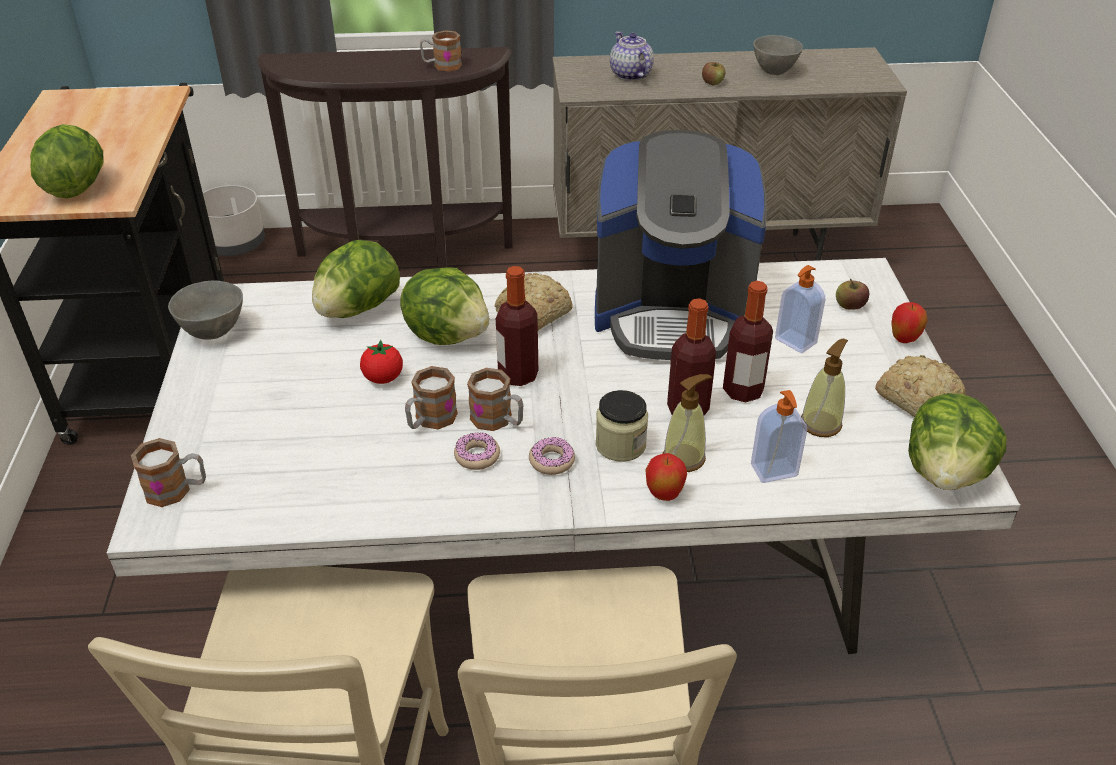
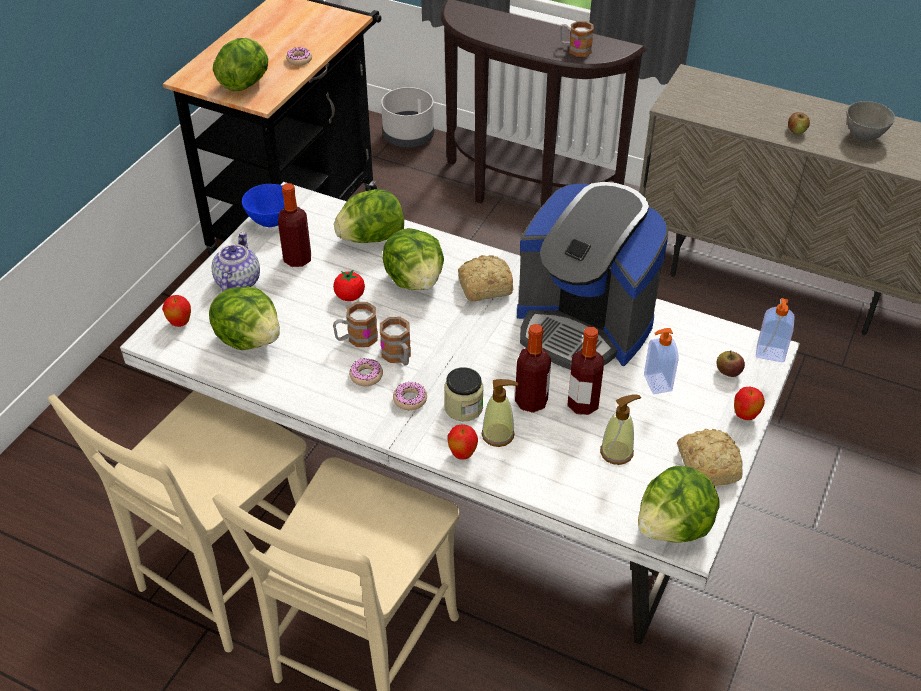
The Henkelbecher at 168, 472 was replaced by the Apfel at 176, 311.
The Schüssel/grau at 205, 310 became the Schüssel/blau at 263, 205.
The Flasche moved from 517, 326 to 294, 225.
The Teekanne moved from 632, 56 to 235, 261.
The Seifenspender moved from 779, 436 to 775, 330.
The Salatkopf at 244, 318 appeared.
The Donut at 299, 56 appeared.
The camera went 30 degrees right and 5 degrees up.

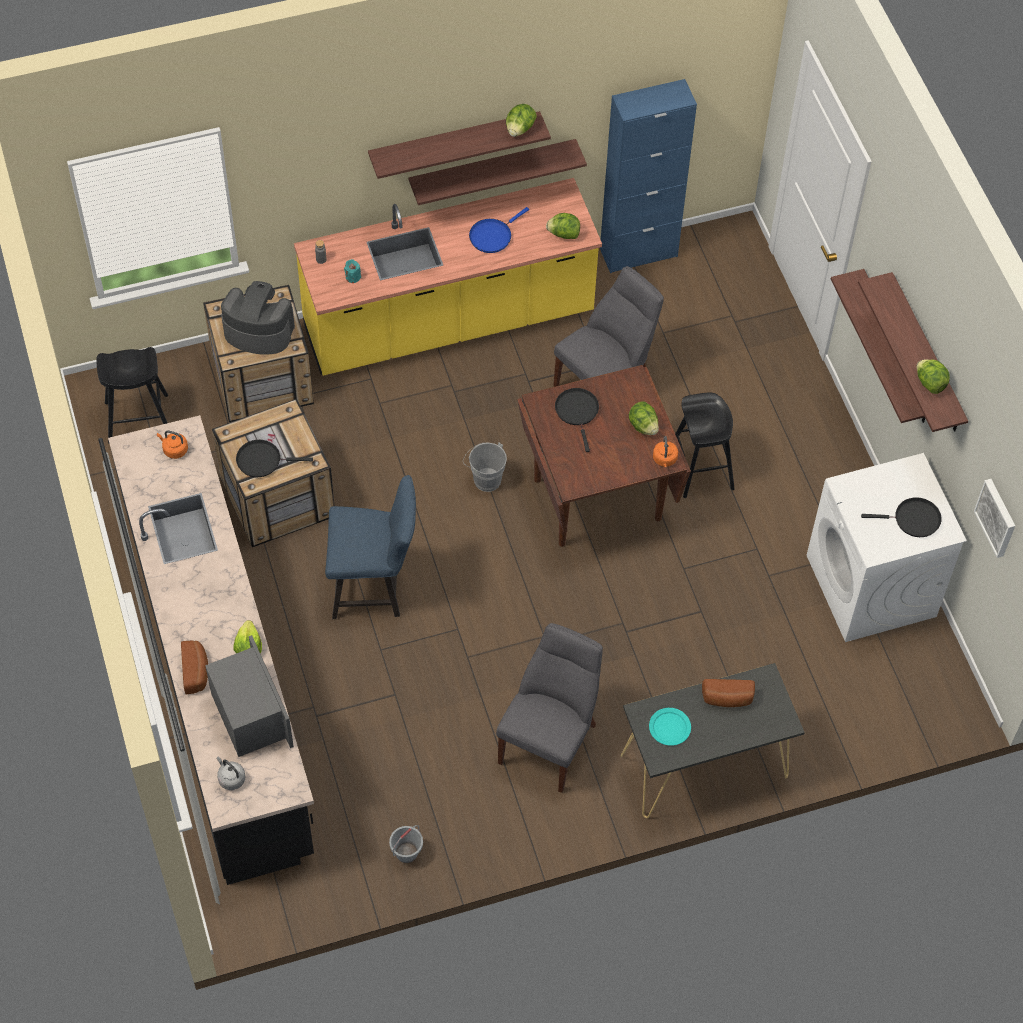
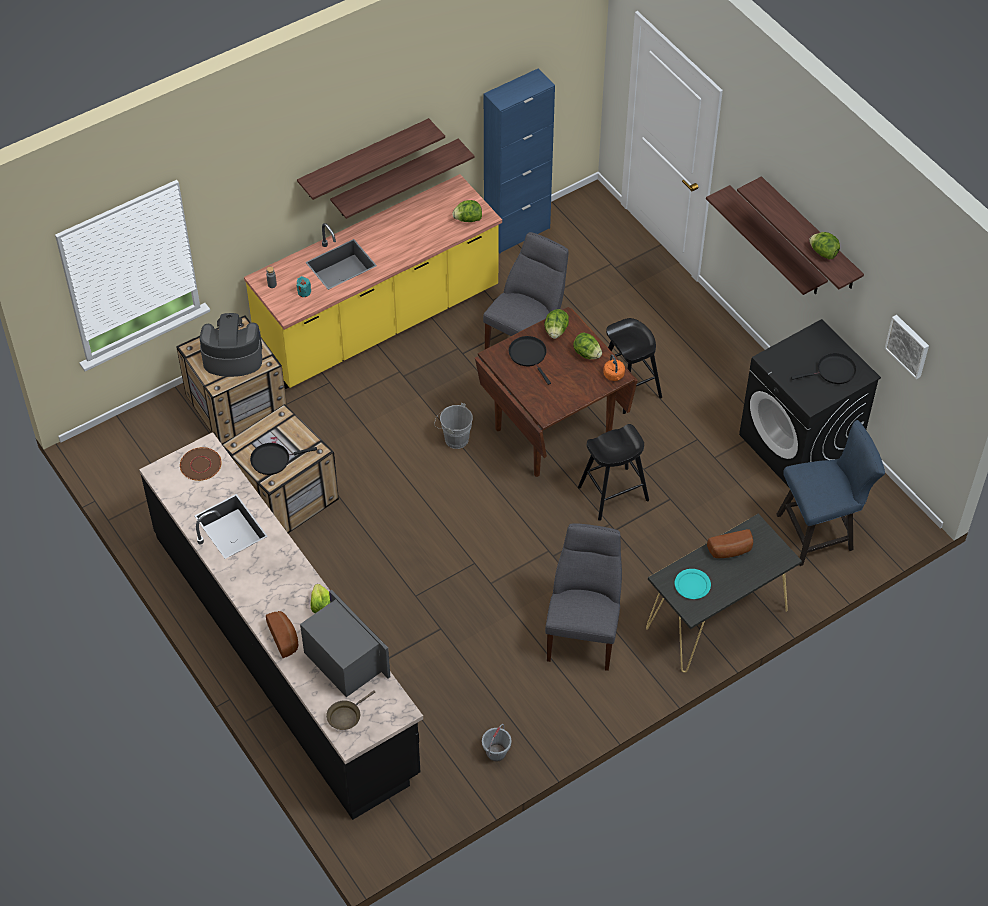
The Hocker/schwarz moved from 132, 395 to 613, 472.
The Wasserkessel/orange at 172, 444 was replaced by the Teller/braun at 201, 464.
The Wasserkessel/grau at 231, 773 was replaced by the Pfanne/braun at 350, 710.
The Stuhl/blau moved from 370, 547 to 830, 493.
The Pfanne/blau at 499, 230 disappeared.
The Salatkopf moved from 521, 120 to 556, 324.
The Waschmaschine/weiß at 886, 547 became the Waschmaschine/schwarz at 810, 403.
The camera went 15 degrees left and 5 degrees down.

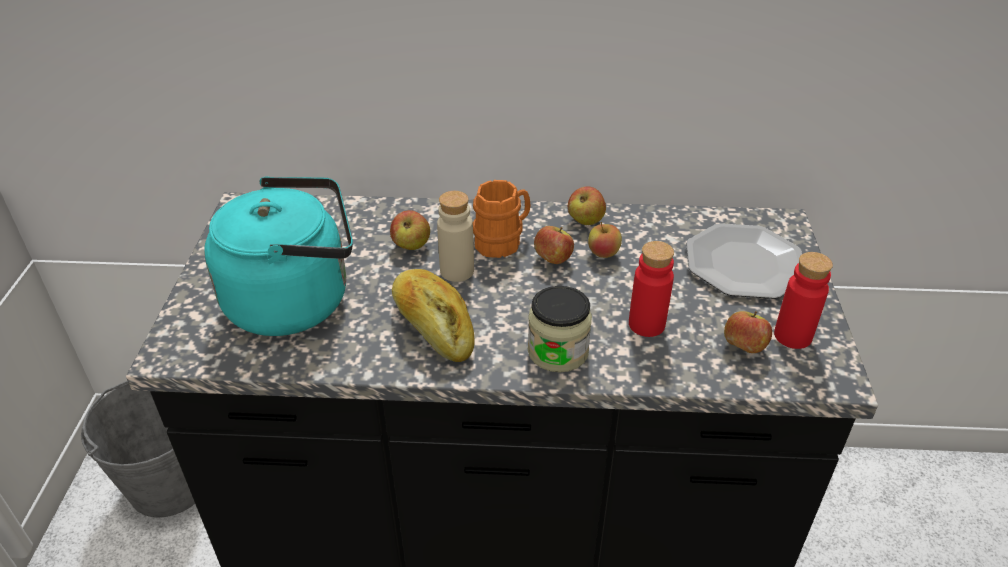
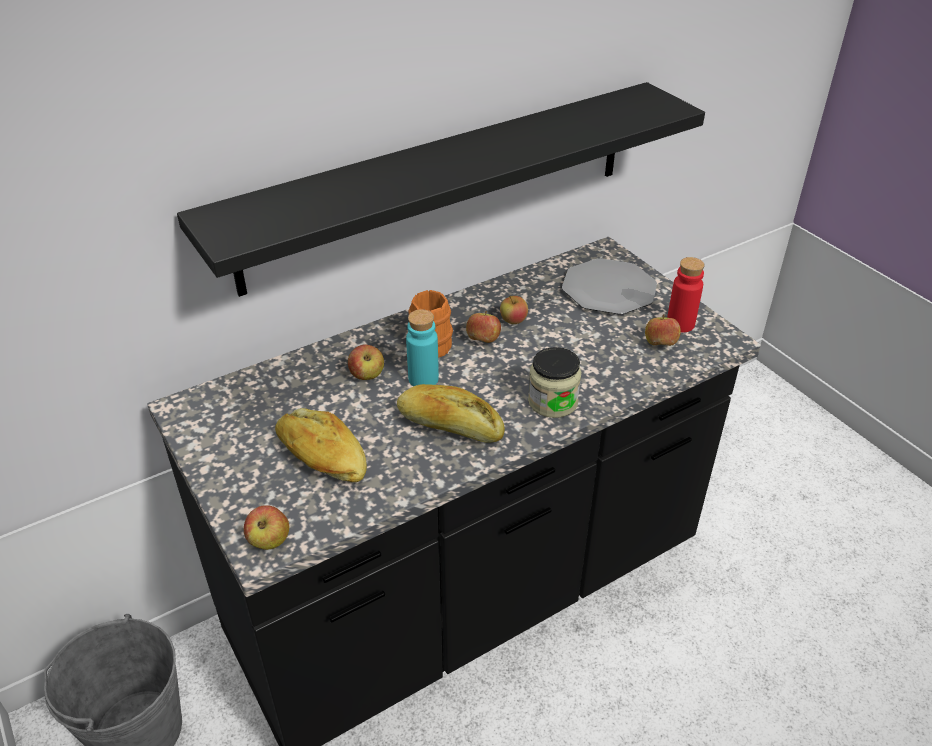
The Wasserkessel/türkis at 278, 256 was replaced by the Brot at 321, 445.
The Flasche/beige at 455, 236 became the Flasche/türkis at 422, 348.
The Apfel moved from 587, 205 to 266, 527.
The Flasche/rot at 651, 289 disappeared.
The Wandregal/schwarz at 441, 189 appeared.
The camera went 35 degrees left and 0 degrees up.

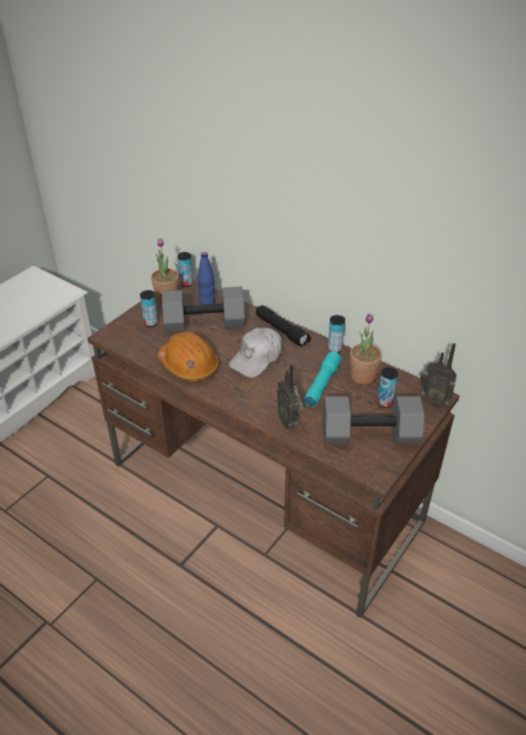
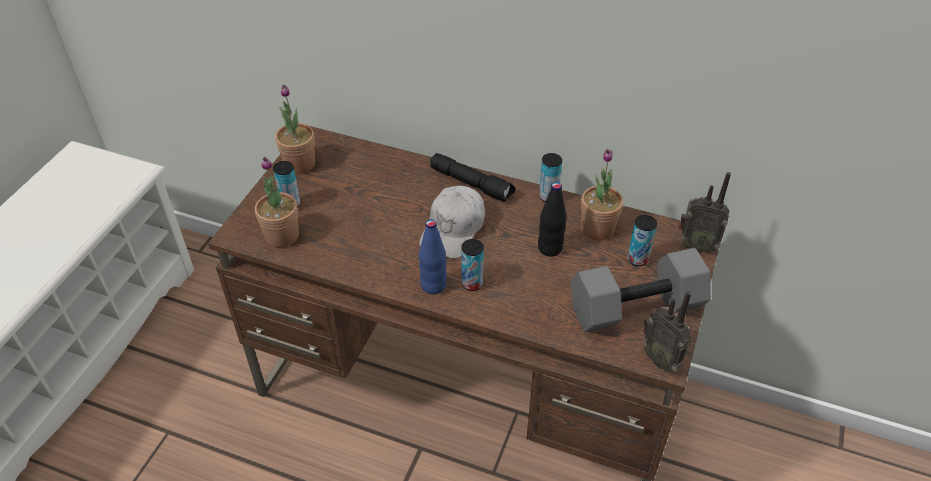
The Schutzhelm/orange at 188, 356 disappeared.
The Hantel/grau at 203, 309 disappeared.
The Dose moved from 185, 269 to 472, 265.
The Flasche/blau moved from 206, 278 to 433, 257.
The Radio moved from 290, 396 to 667, 331.
The Taschenlampe/türkis at 323, 379 was replaced by the Flasche/schwarz at 552, 219.
The Topfpflanze at 277, 202 appeared.
The camera went 15 degrees left and 5 degrees up.

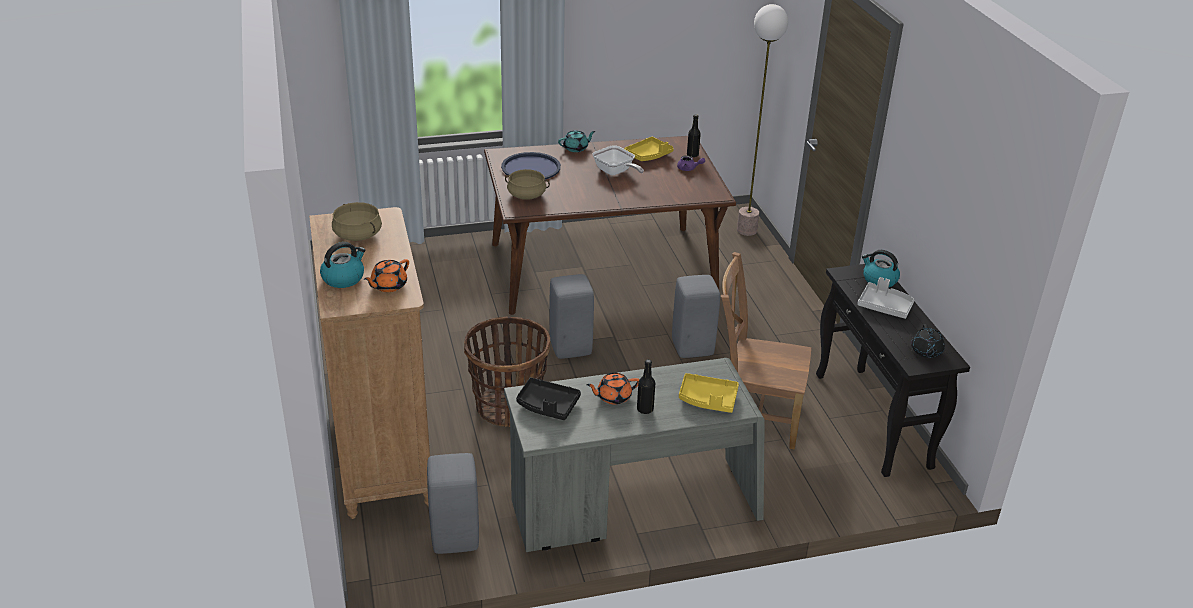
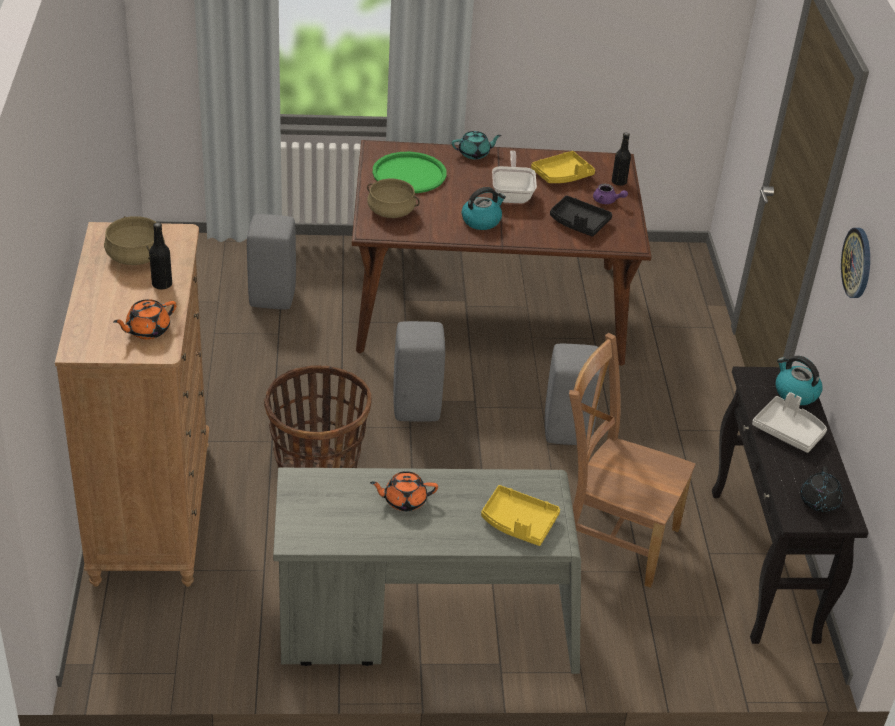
The Wasserkessel moved from 343, 265 to 483, 208.
The Hocker/grau moved from 453, 503 to 271, 261.
The Tablett/blau at 531, 166 became the Tablett/grün at 410, 172.
The Tablett/schwarz moved from 548, 398 to 581, 216.
The Pfanne at 618, 160 turned 150 degrees counterclockwise.
The Flasche/schwarz moved from 646, 386 to 160, 256.
The Stehlampe at 762, 120 disappeared.
The Wanduhr at 855, 263 appeared.
The camera went 10 degrees right and 5 degrees up.

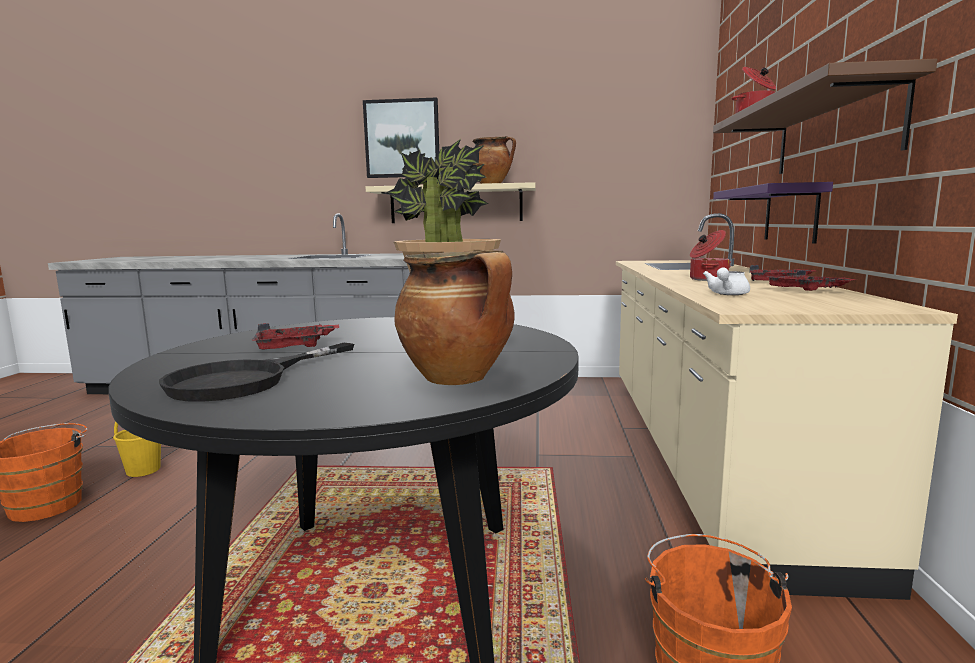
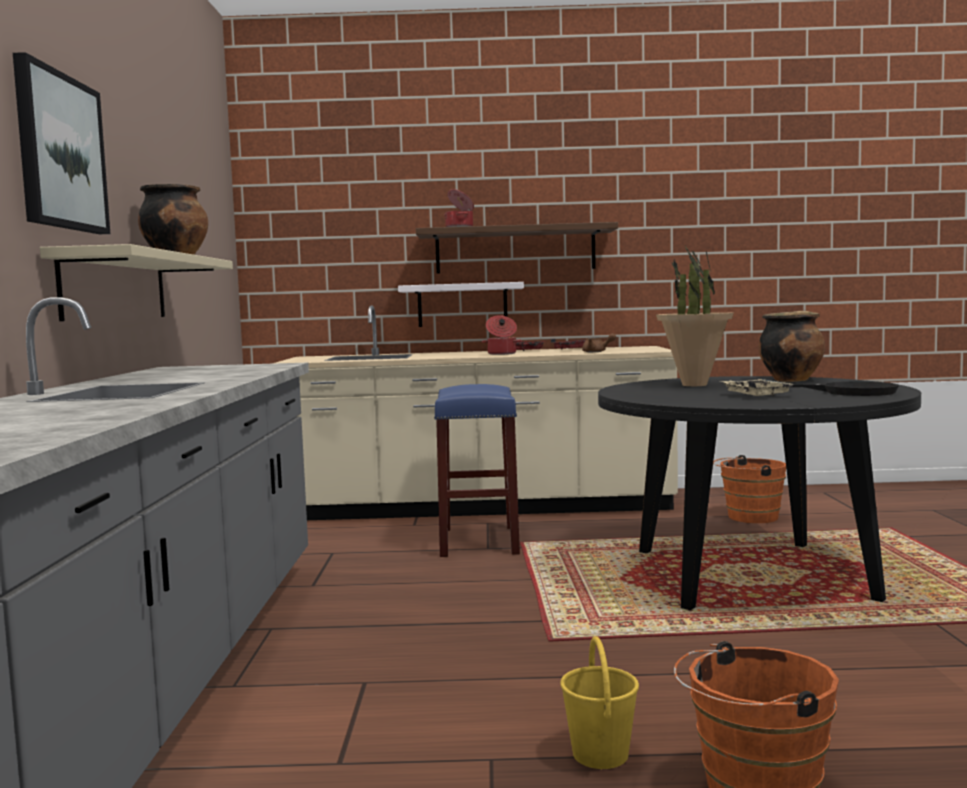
The Tablett/rot at 295, 336 became the Tablett/beige at 755, 387.
The Teekanne/weiß at 726, 281 became the Teekanne/braun at 599, 342.
The Wandregal/lila at 773, 213 became the Wandregal/weiß at 461, 304.
The Hocker/blau at 477, 470 appeared.
The camera went 95 degrees left and 5 degrees down.

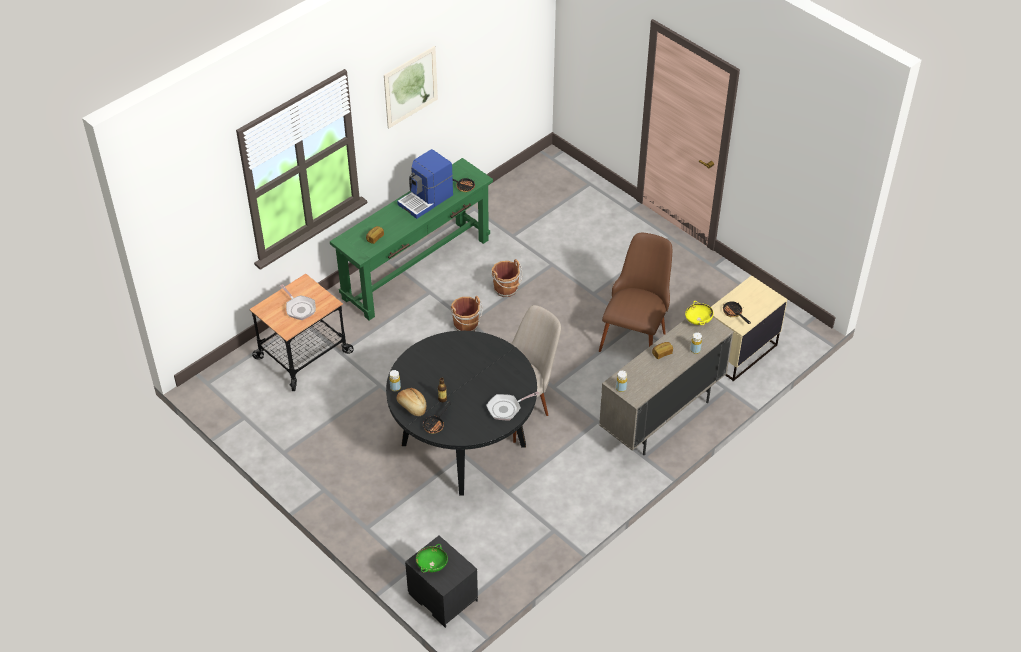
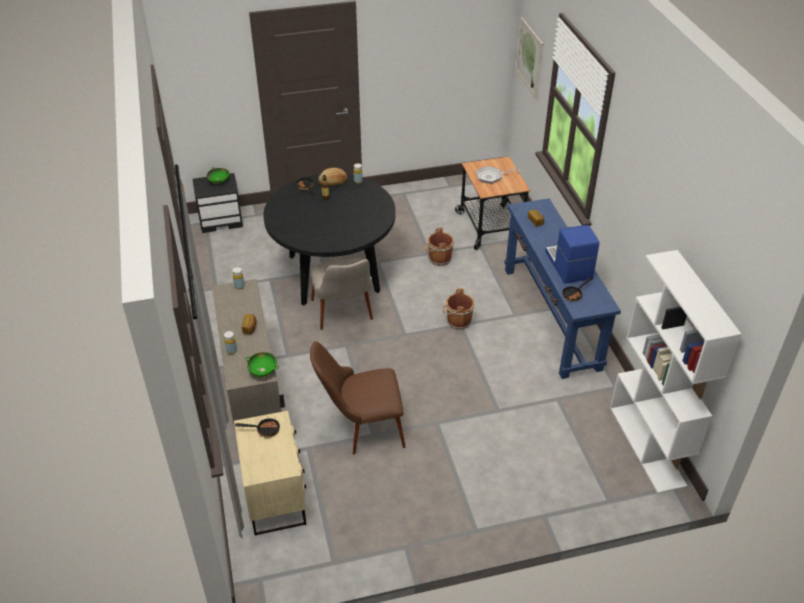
The Konsolentisch/grün at 411, 239 became the Konsolentisch/blau at 562, 288.
The Bild moved from 411, 87 to 529, 59.
The Pfanne at 512, 405 disappeared.
The Eimer/braun moved from 506, 278 to 439, 246.
The Stuhl/braun at 635, 292 turned 120 degrees clockwise.
The Schüssel/gelb at 699, 313 became the Schüssel/grün at 262, 364.
The Bücherregal/weiß at 676, 372 appeared.
The camera went 120 degrees right and 5 degrees down.

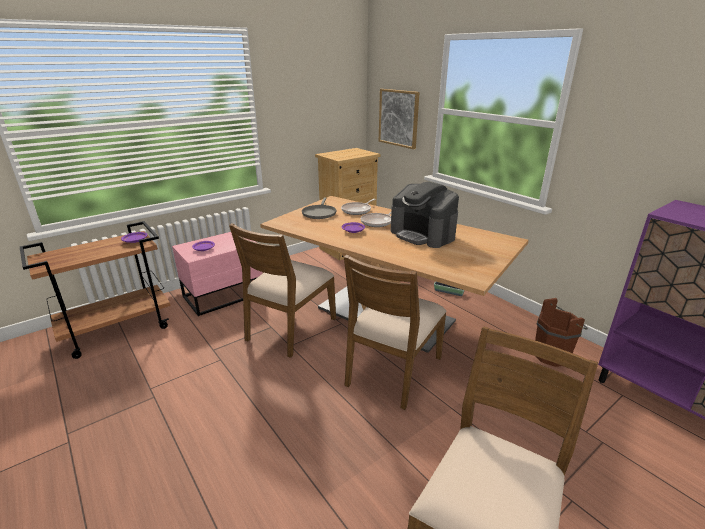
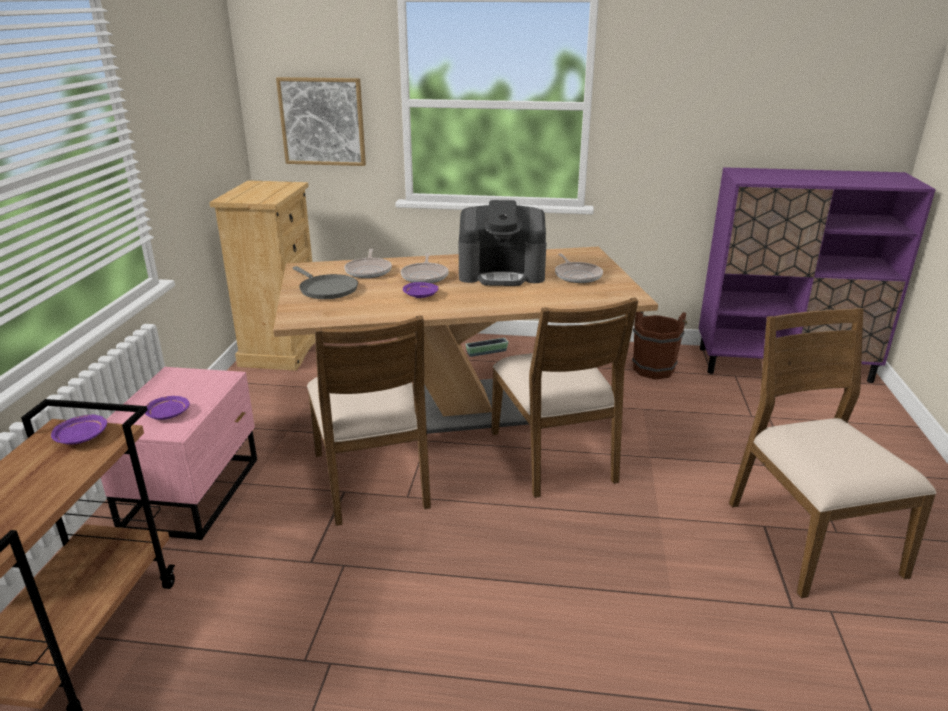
The Pfanne at 579, 268 appeared.
The camera went 45 degrees left and 0 degrees up.

